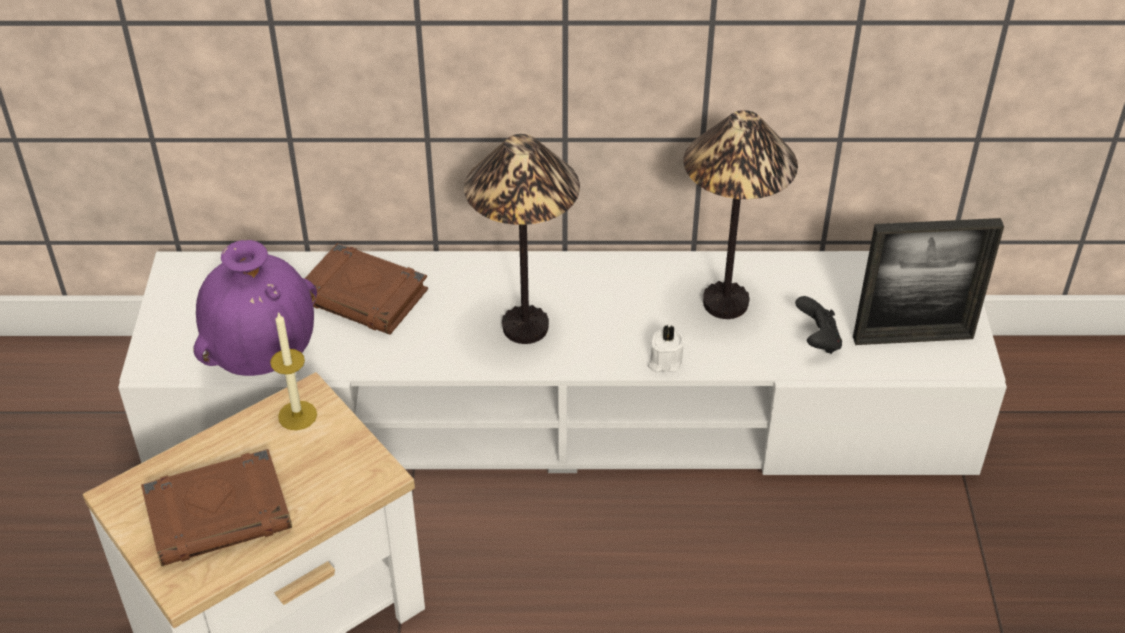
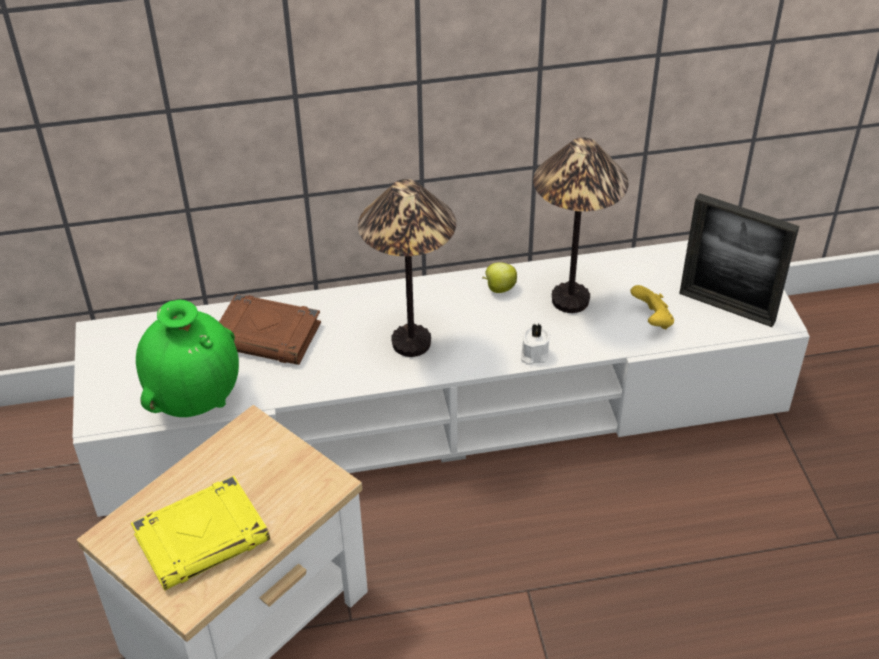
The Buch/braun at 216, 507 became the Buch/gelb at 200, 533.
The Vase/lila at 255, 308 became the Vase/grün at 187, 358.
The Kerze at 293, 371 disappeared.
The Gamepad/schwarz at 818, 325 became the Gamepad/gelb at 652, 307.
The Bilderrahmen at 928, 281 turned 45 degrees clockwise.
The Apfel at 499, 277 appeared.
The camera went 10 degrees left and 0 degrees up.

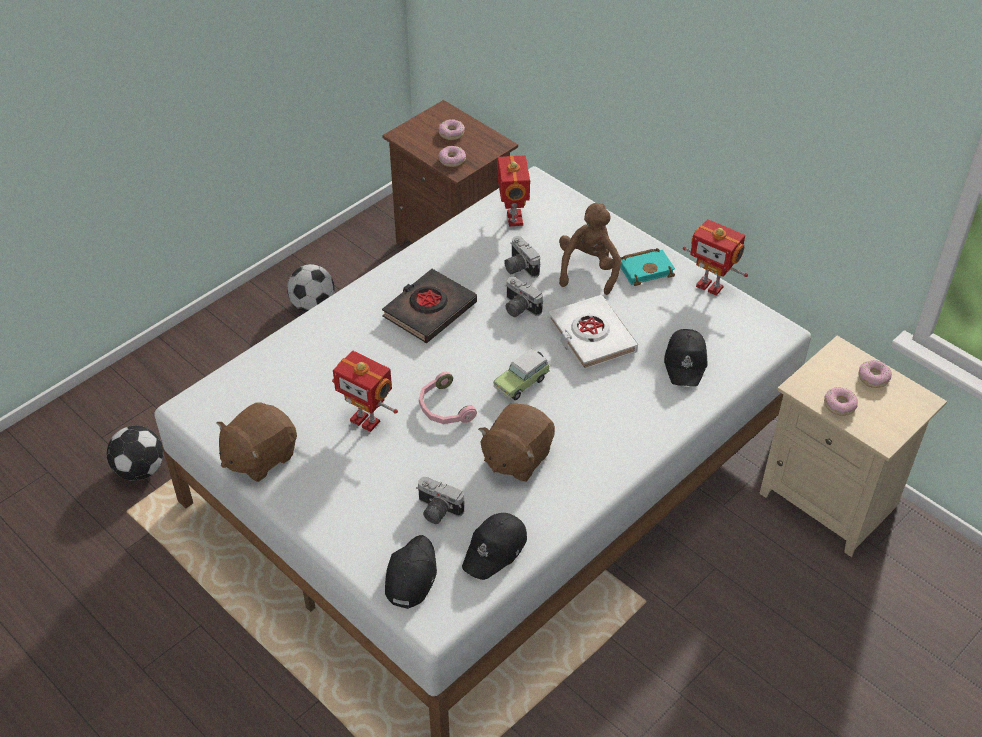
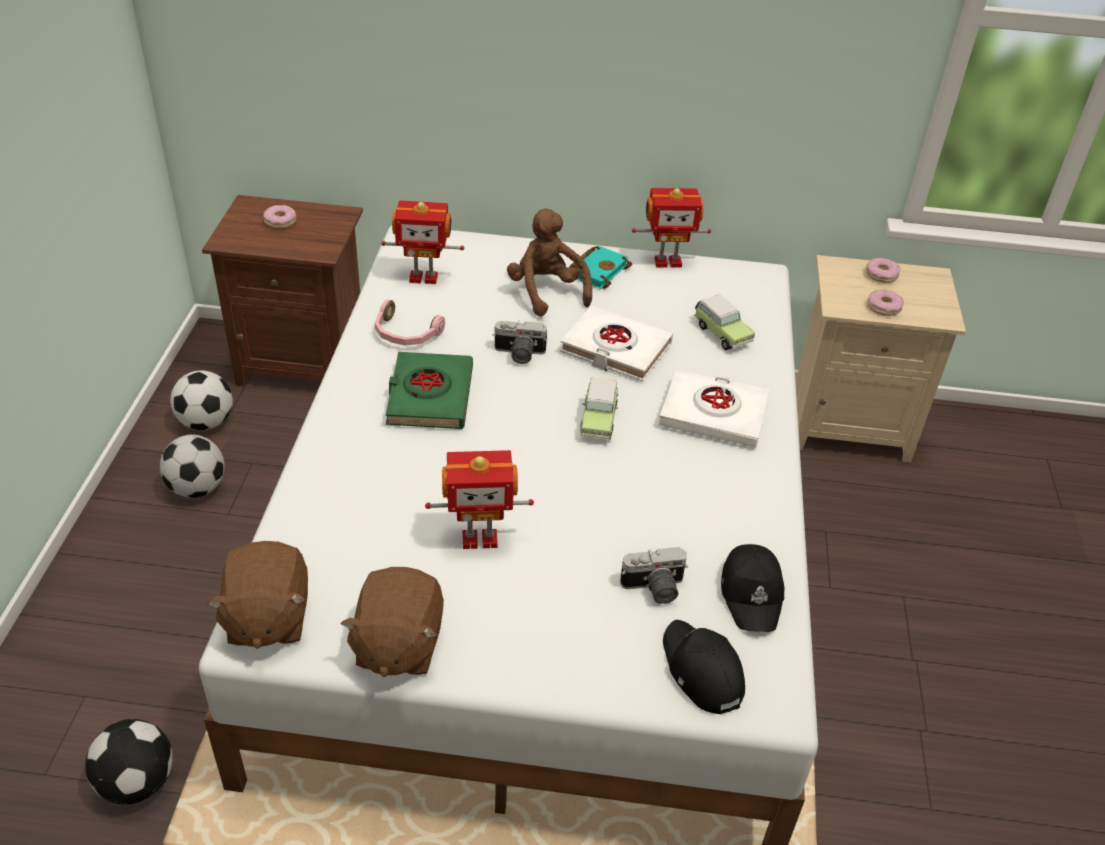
The Buch/schwarz at 429, 306 became the Buch/grün at 429, 390.
The Kopfhörer/rosa moved from 448, 398 to 410, 322.
The Donut at 452, 156 disappeared.
The Plüschtier/braun moved from 516, 442 to 257, 595.
The Spielzeugroboter at 513, 190 turned 135 degrees clockwise.
The Kamera at 522, 257 disappeared.
The Kappe/schwarz at 686, 358 was replaced by the Spielzeugauto at 724, 322.
The Fußball at 201, 400 appeared.
The Buch/weiß at 714, 409 appeared.
The camera went 40 degrees left and 5 degrees down.

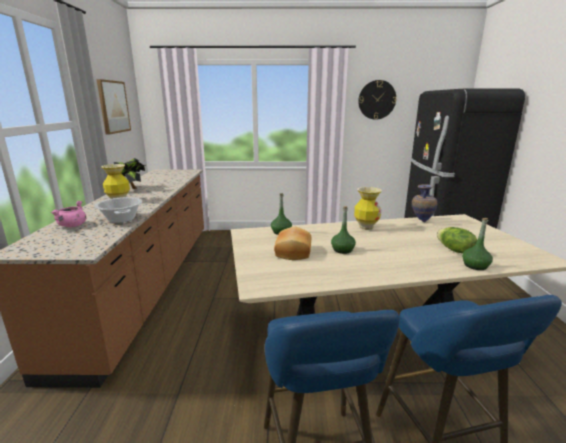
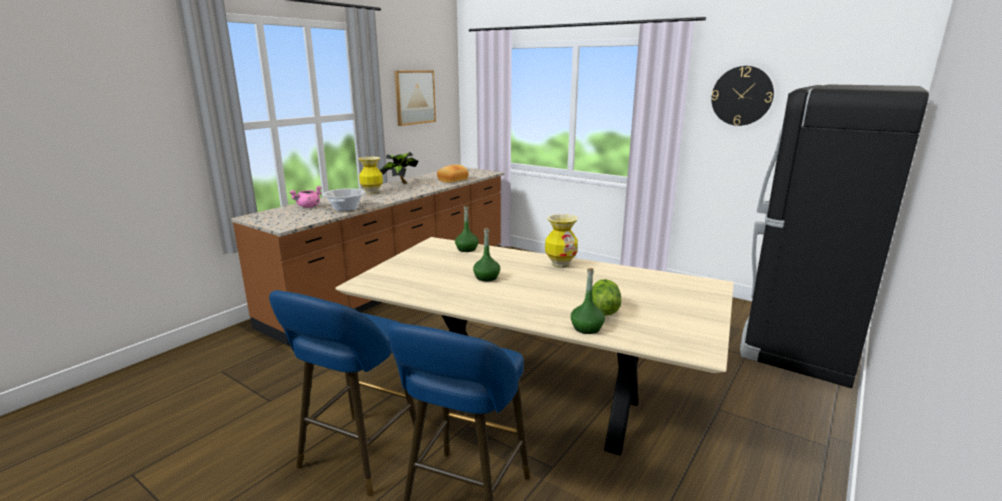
The Brot moved from 293, 243 to 452, 174.
The Vase at 424, 203 disappeared.
The camera went 35 degrees right and 0 degrees up.

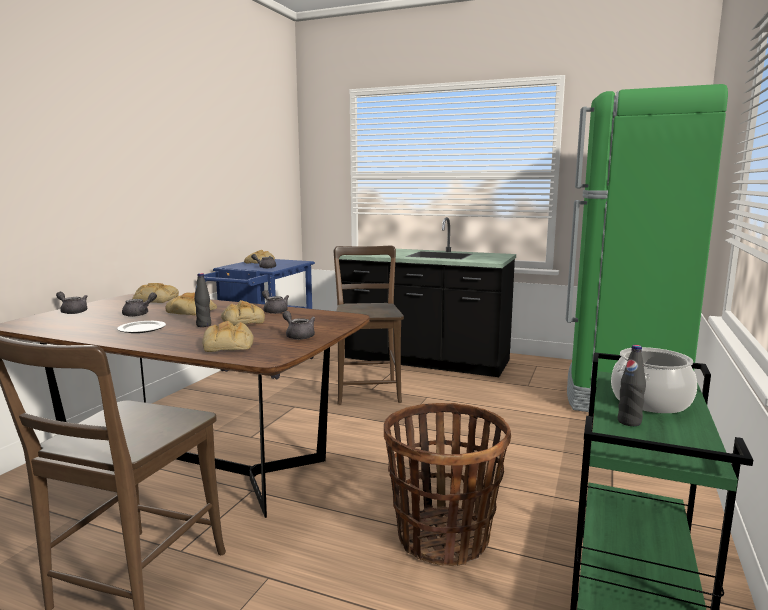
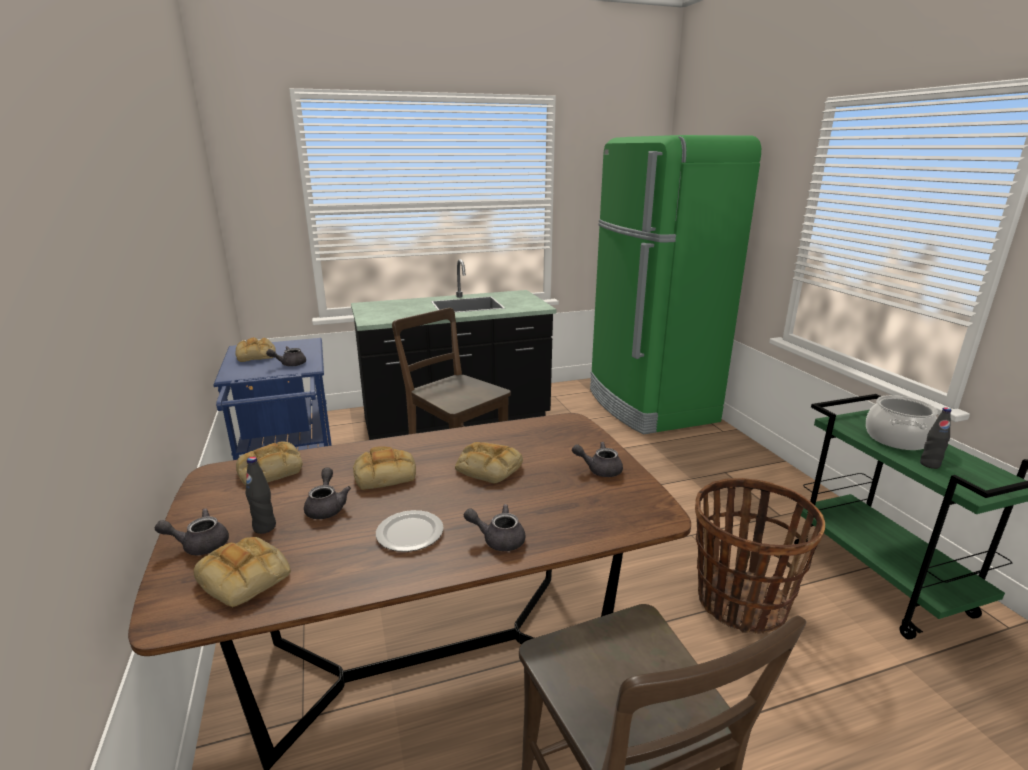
The Flasche/schwarz moved from 202, 300 to 260, 495.
The Brot moved from 228, 336 to 242, 572.
The Teekanne/grau moved from 275, 302 to 495, 527.
The camera went 40 degrees left and 10 degrees up.

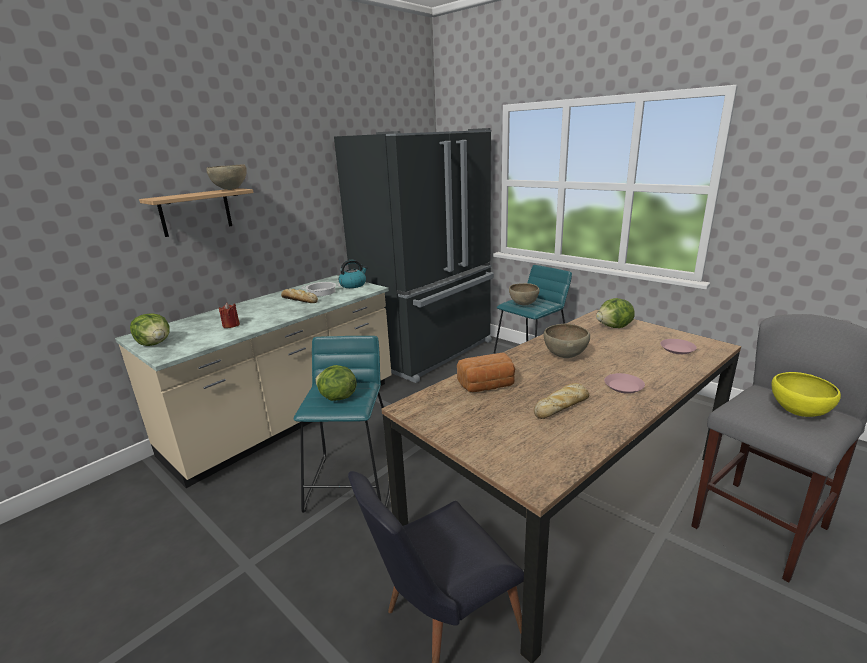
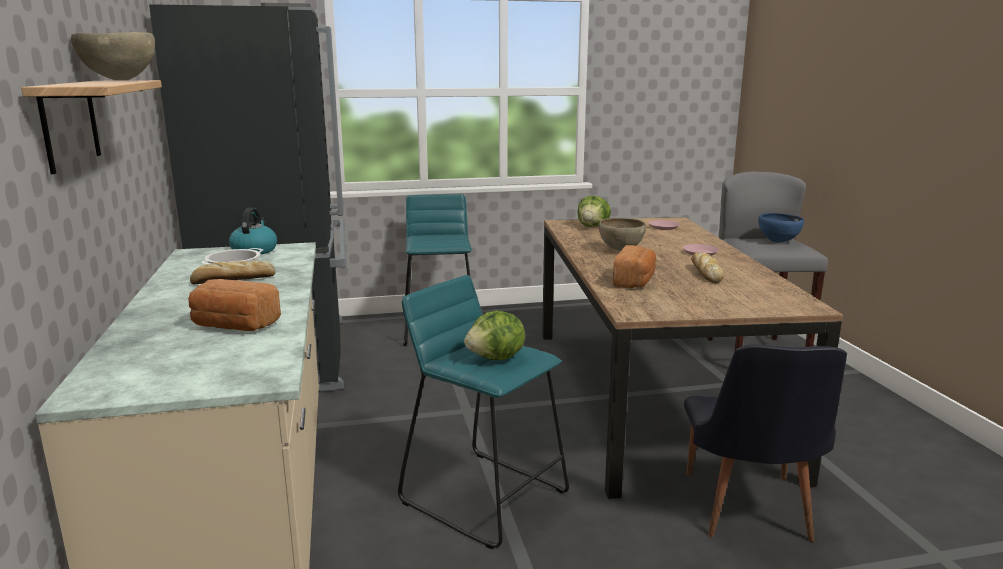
The Salatkopf at 150, 329 disappeared.
The Kerze/rot at 229, 315 was replaced by the Brot at 234, 305.
The Schüssel/braun at 524, 294 disappeared.
The Schüssel/gelb at 806, 394 became the Schüssel/blau at 781, 228.
The camera went 55 degrees left and 5 degrees down.

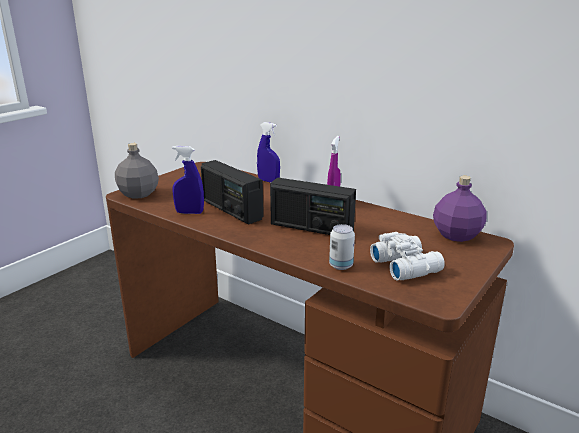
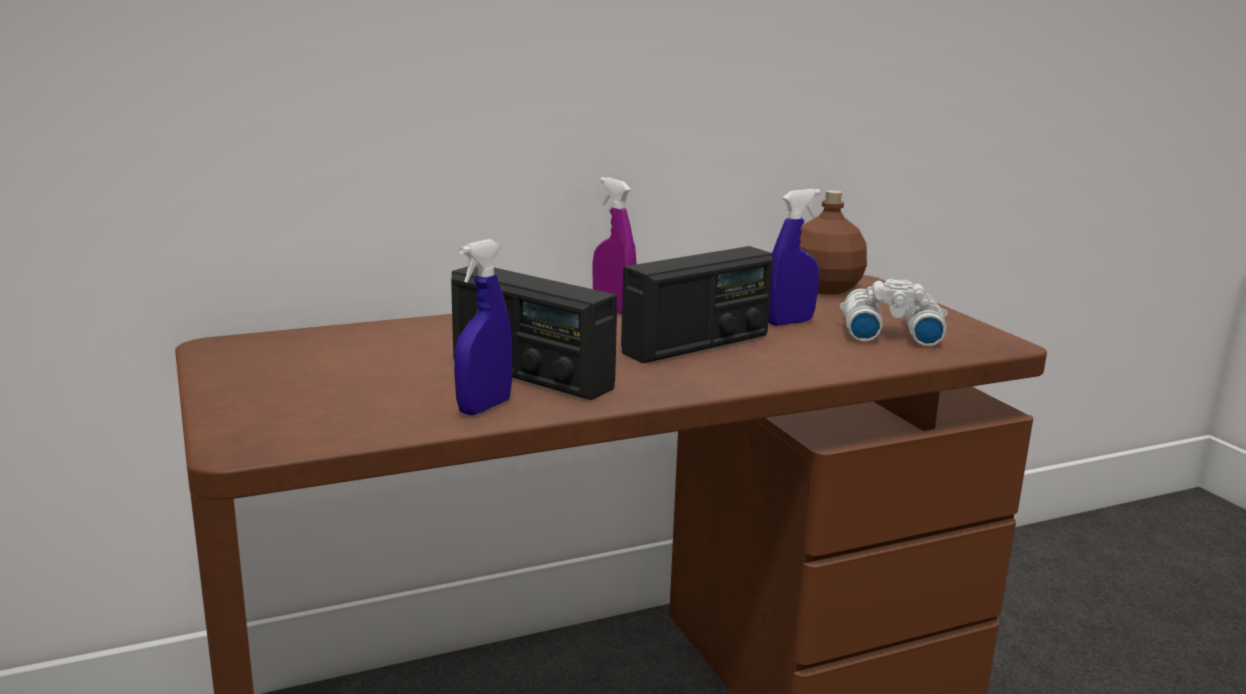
The Flasche/grau at 137, 171 disappeared.
The Radio at 232, 192 turned 45 degrees clockwise.
The Sprühflasche/blau moved from 268, 152 to 794, 257.
The Dose at 342, 247 disappeared.
The Flasche/lila at 460, 209 became the Flasche/braun at 833, 242.
The camera went 60 degrees left and 5 degrees down.

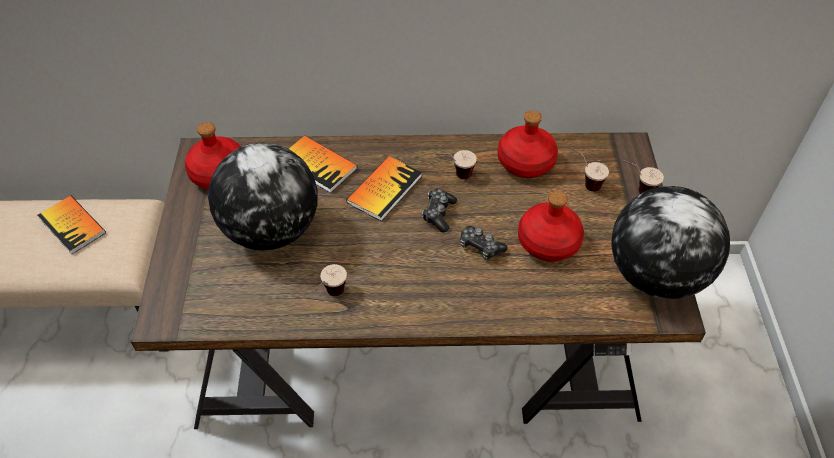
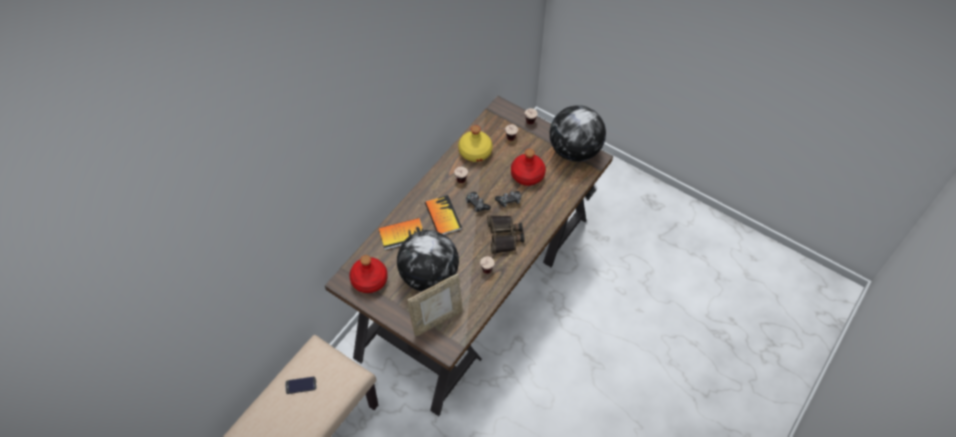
The Buch at 72, 225 was replaced by the Handy at 301, 385.
The Flasche/rot at 528, 144 became the Flasche/gelb at 475, 143.
The Bilderrahmen at 435, 305 appeared.
The Fernglas at 505, 234 appeared.
The camera went 55 degrees left and 5 degrees up.

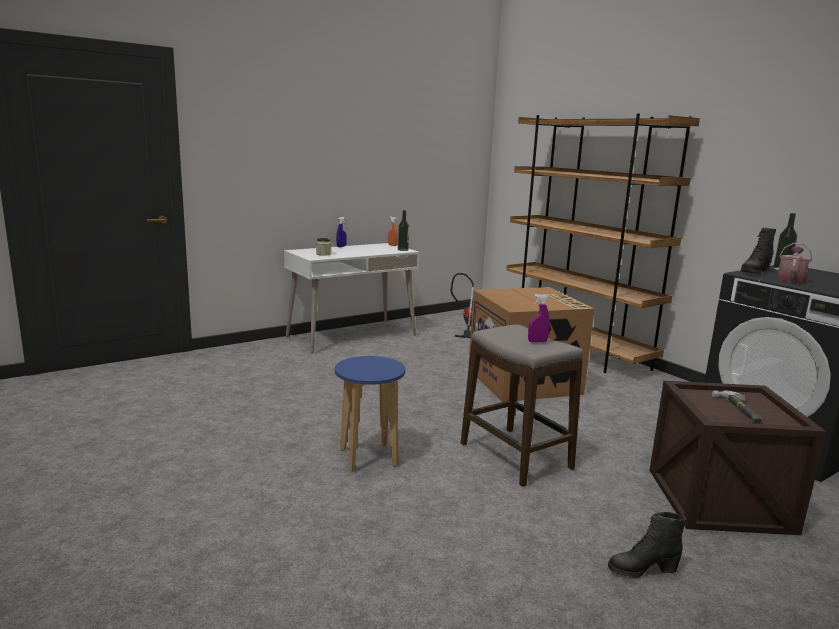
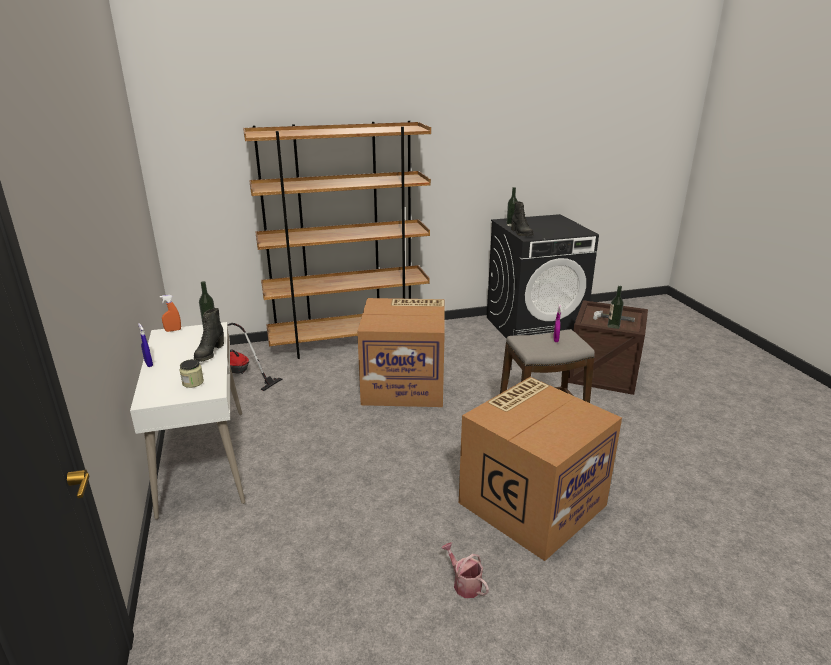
The Hocker/blau at 370, 414 was replaced by the Karton at 540, 469.
The Stiefel/schwarz moved from 647, 545 to 209, 335.
The Gießkanne moved from 794, 263 to 465, 570.
The Flasche at 615, 307 appeared.
The camera went 70 degrees left and 10 degrees up.

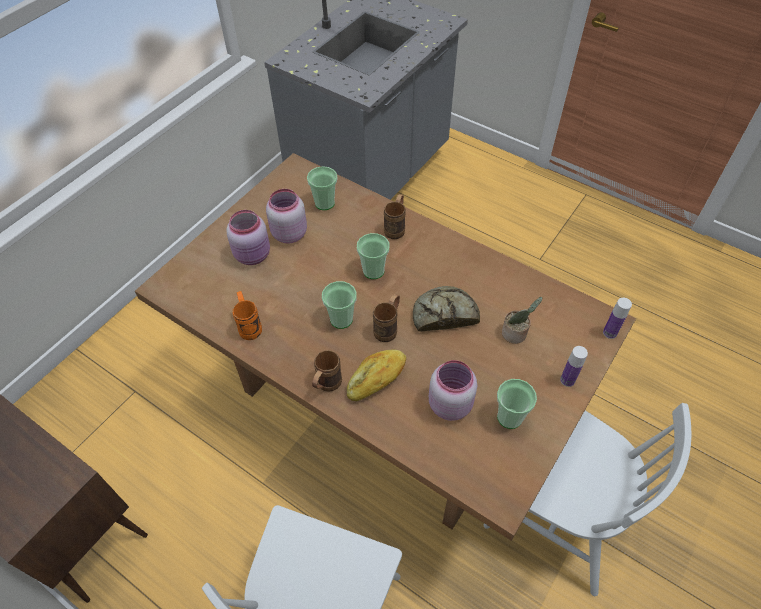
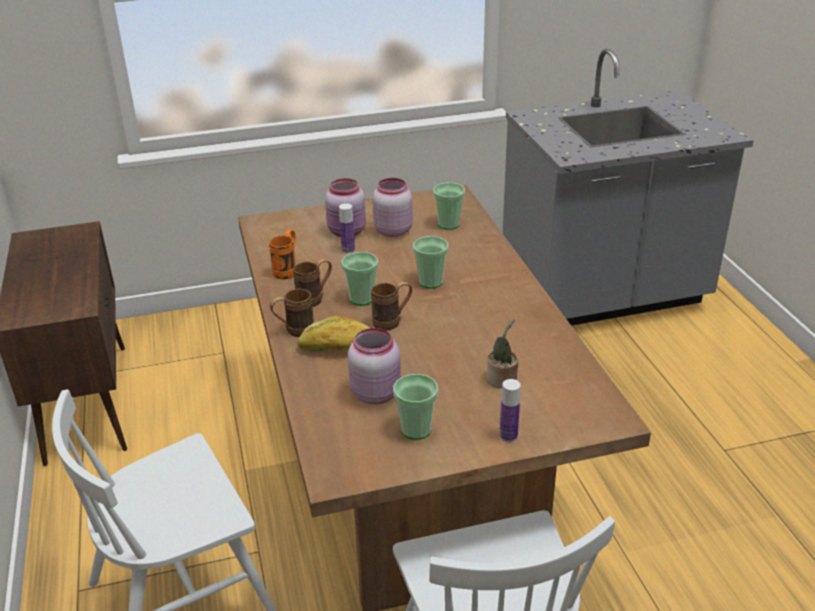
The Henkelbecher/braun moved from 395, 216 to 312, 283.
The Brot at 446, 309 disappeared.
The Flasche moved from 617, 318 to 347, 228.
The camera went 40 degrees right and 20 degrees down.

